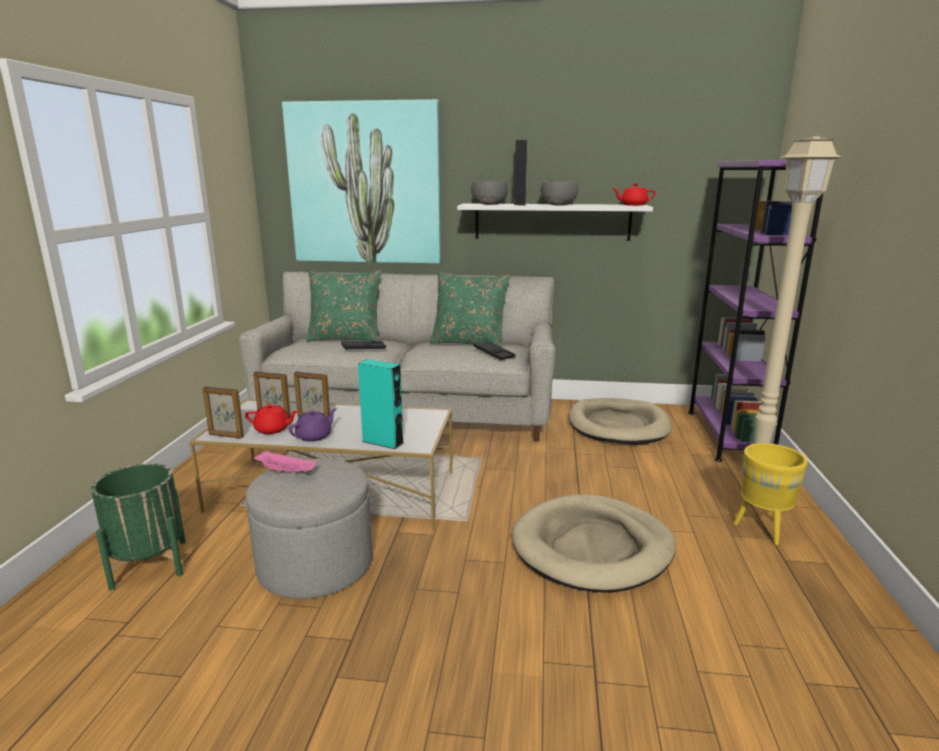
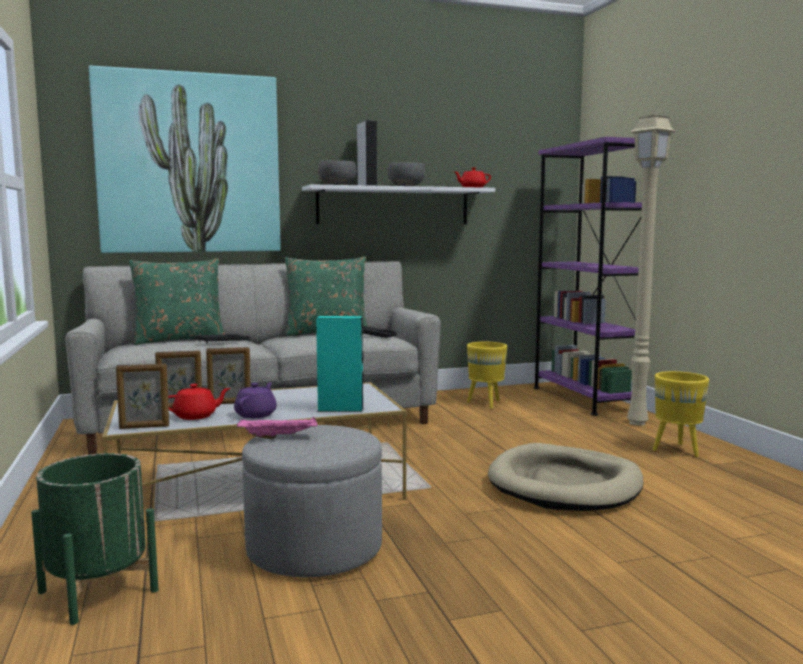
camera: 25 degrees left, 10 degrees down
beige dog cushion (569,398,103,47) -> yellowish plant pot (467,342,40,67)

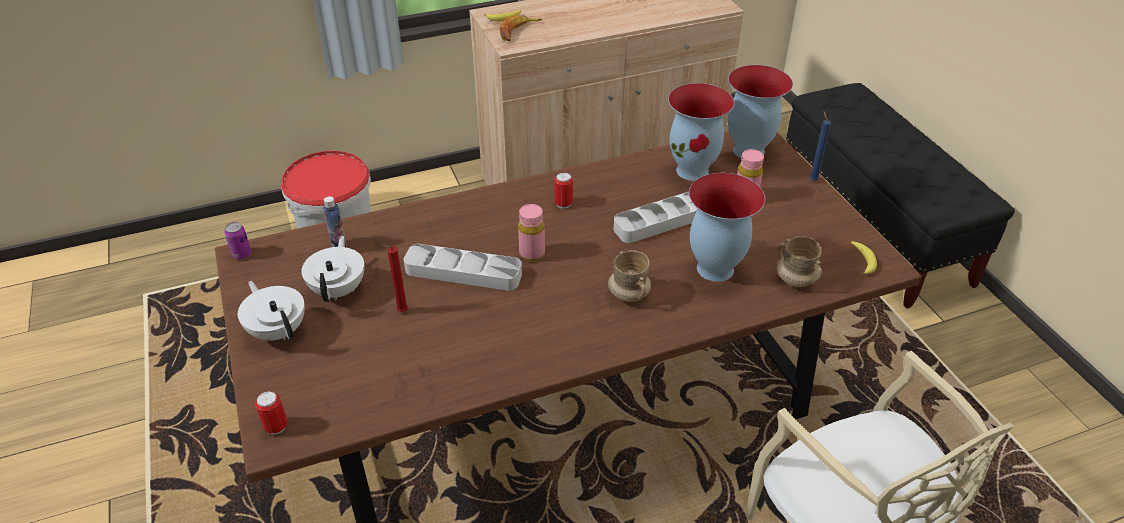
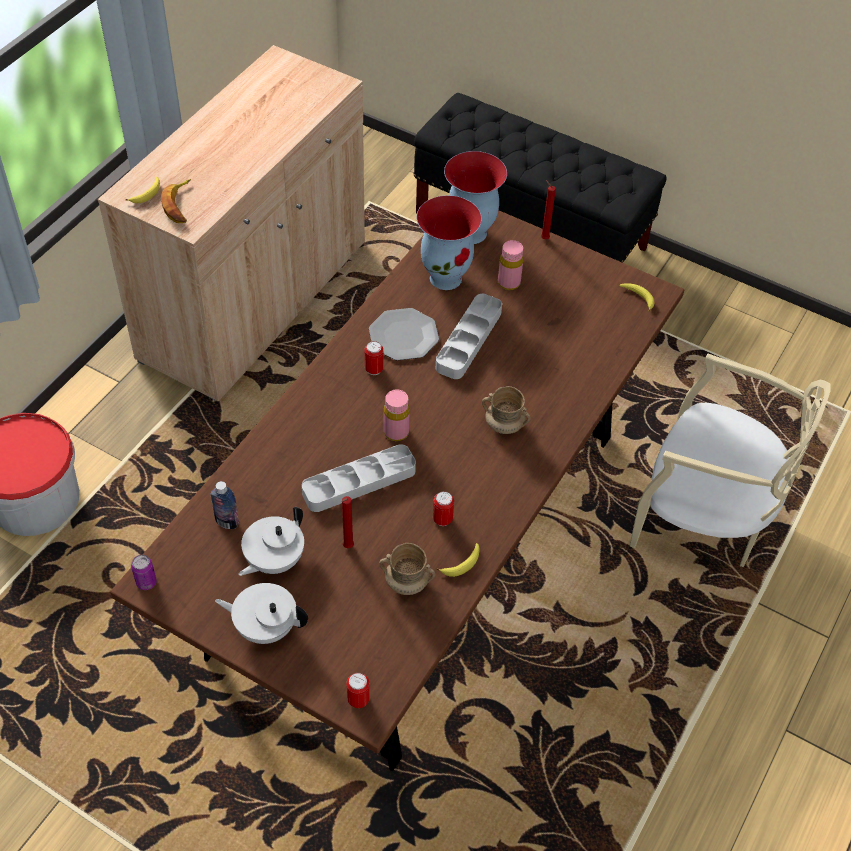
camera: 40 degrees left, 10 degrees up
white pot for tea (301,236,63,66) -> white pot for tea (239,507,65,69), 105 degrees counterclockwise
flower vase (689,173,76,109) -> none
beige tea mug (776,236,47,51) -> beige tea mug (379,543,57,52), relocated
bluish wax light (809,111,22,70) -> red wax light (541,180,15,59)
none -> plate (369,308,70,53)
none -> can (433,491,21,35)
none -> whole banana (436,543,44,34)

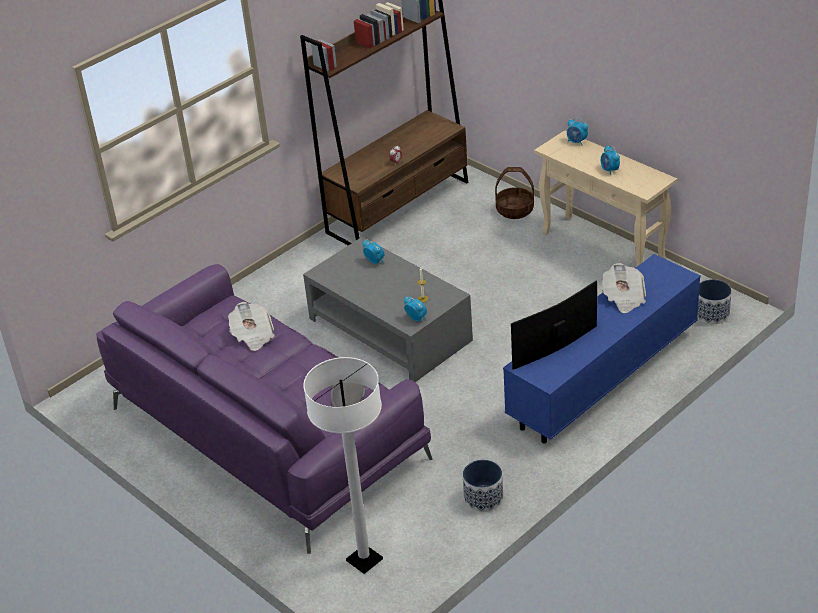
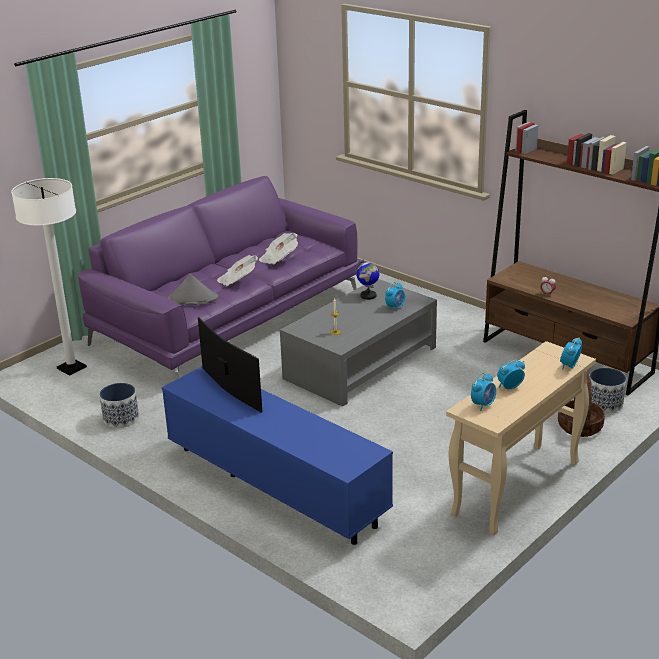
camera: 85 degrees right, 10 degrees down
alarm clock (404,297,23,25) -> alarm clock (471,373,25,38), relocated
printed paper (602,263,44,50) -> printed paper (217,255,41,31), relocated
plant pot (697,279,35,45) -> plant pot (590,368,36,45), relocated
none -> desk globe (356,259,23,41)

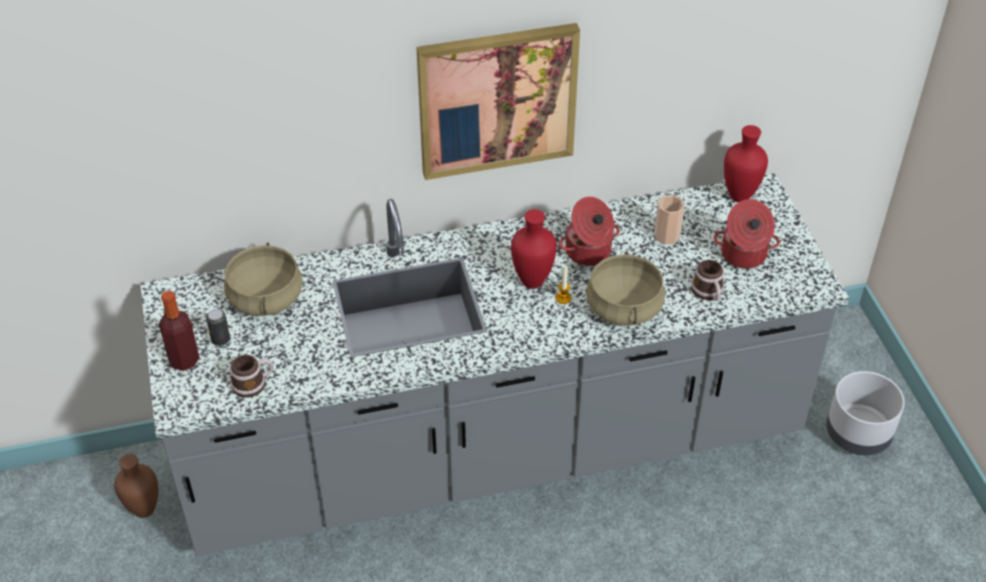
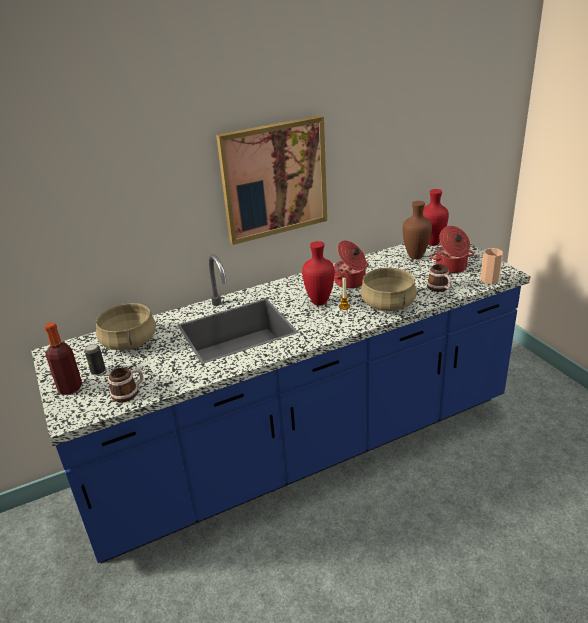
camera: 10 degrees left, 15 degrees down
brown flower vase (114,454,45,64) -> brown flower vase (403,201,29,58), relocated
greyish counter (140,173,709,383) -> bluish counter (31,243,499,320)
cup (654,195,31,50) -> cup (480,248,23,36), relocated
greyish plant pot (826,371,79,84) -> none

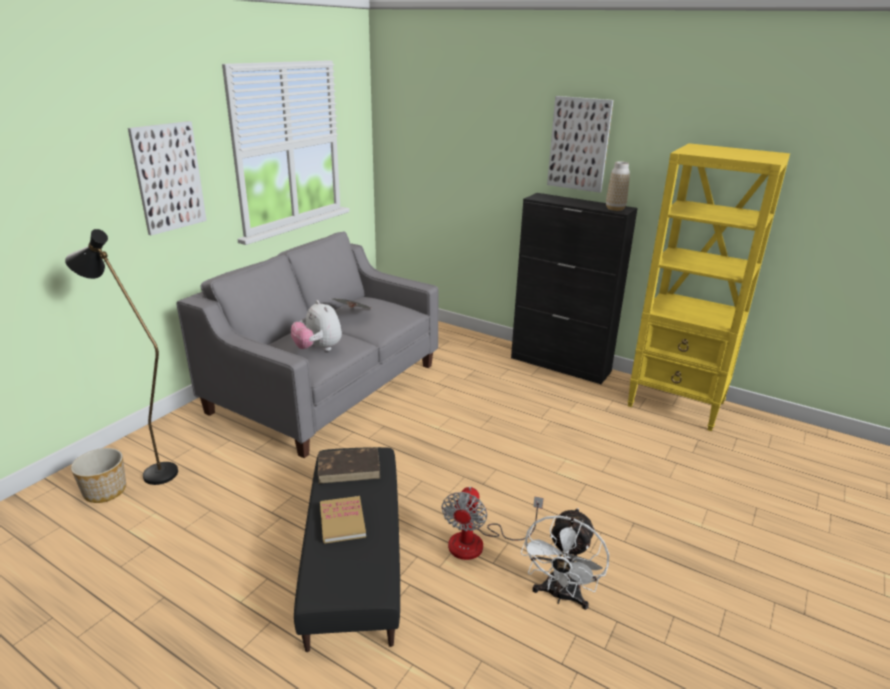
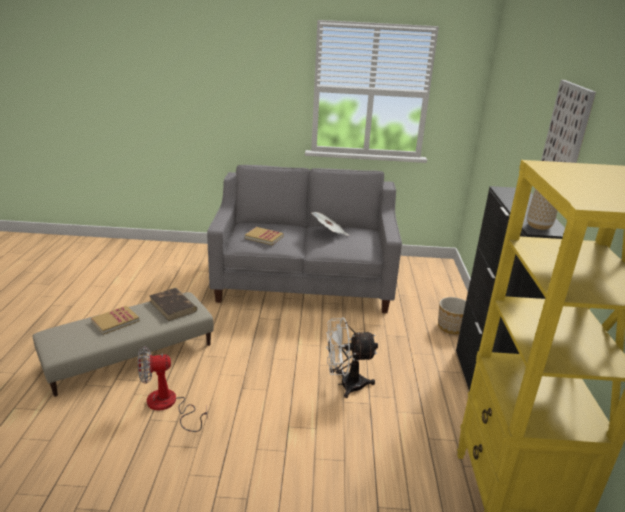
camera: 60 degrees right, 0 degrees up
blackish standing lamp (65,229,113,256) -> none
plant pot (71,448,55,55) -> plant pot (438,297,28,37), relocated
wall art (128,121,79,114) -> none
plush toy (291,300,51,51) -> volume (245,227,39,18)
blackish pouffe (294,447,106,205) -> beige pouffe (33,292,181,105)
white electric fan (521,508,88,102) -> white electric fan (326,317,52,81), relocated

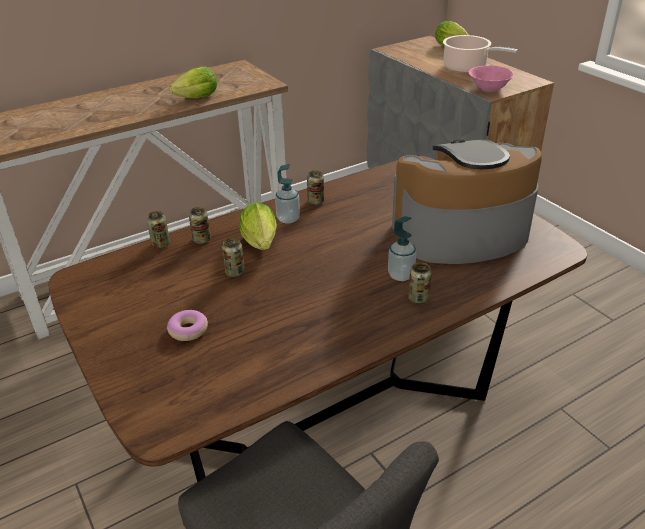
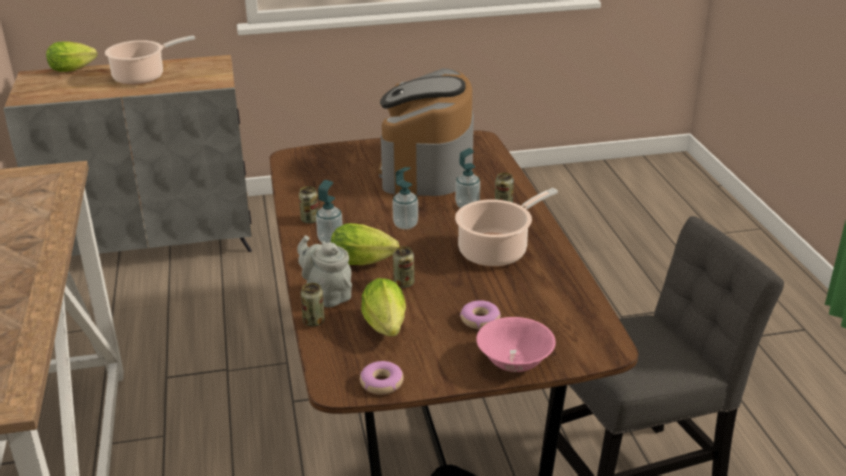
camera: 70 degrees left, 5 degrees down
head of lettuce (169,66,48,32) -> head of lettuce (361,278,45,59), relocated
can (189,207,22,37) -> greyish pot for tea (297,236,55,72)
pink deep dish (469,66,45,26) -> pink deep dish (476,317,80,55), relocated
none -> donut (360,361,44,34)
none -> soap dispenser (392,167,26,63)
none -> saucepot (455,188,103,79)

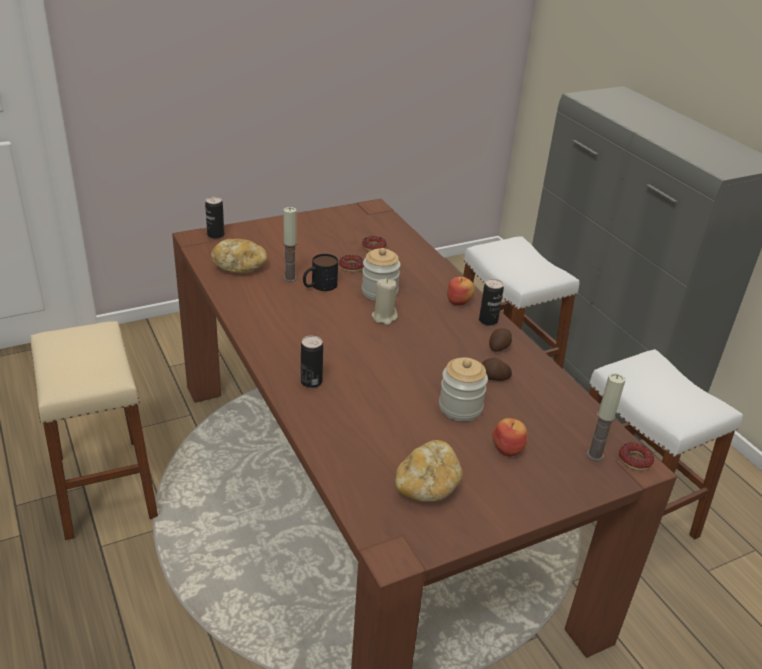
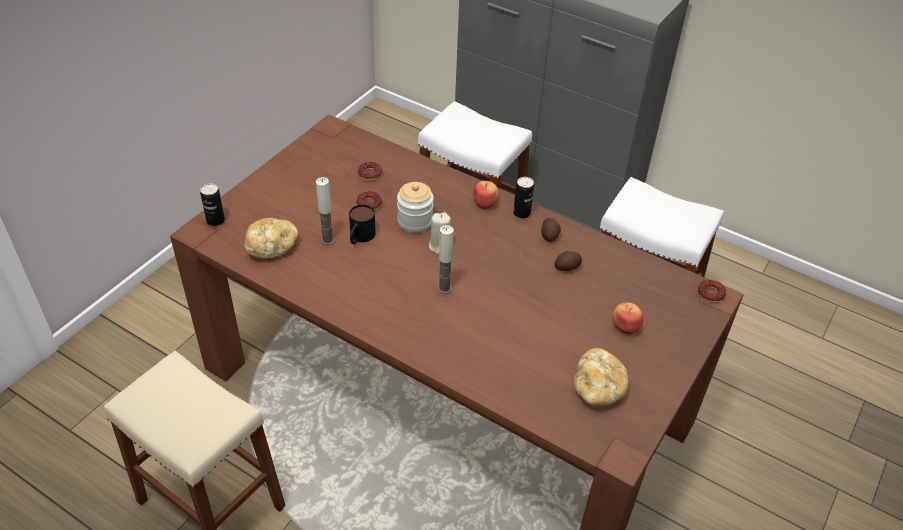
camera: 30 degrees left, 10 degrees up
can (301,336,22,52) -> none
jar (439,357,49,64) -> none
wax light (586,373,39,88) -> wax light (437,225,16,69), relocated

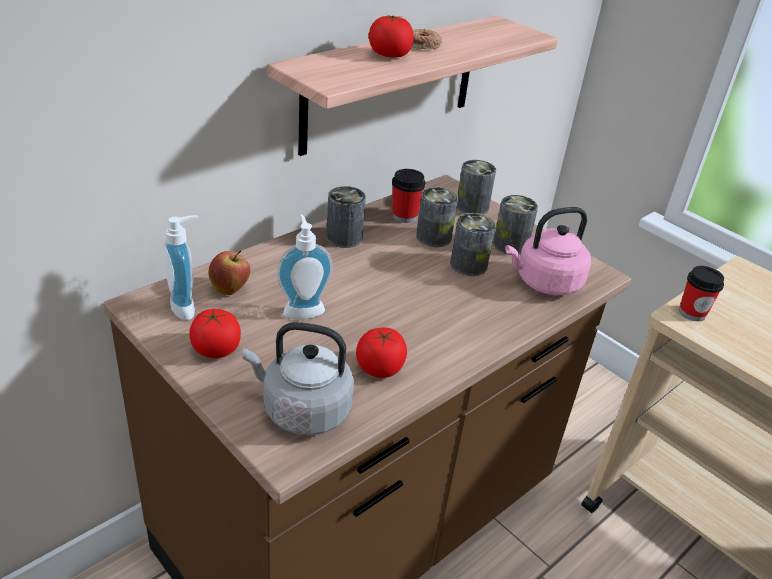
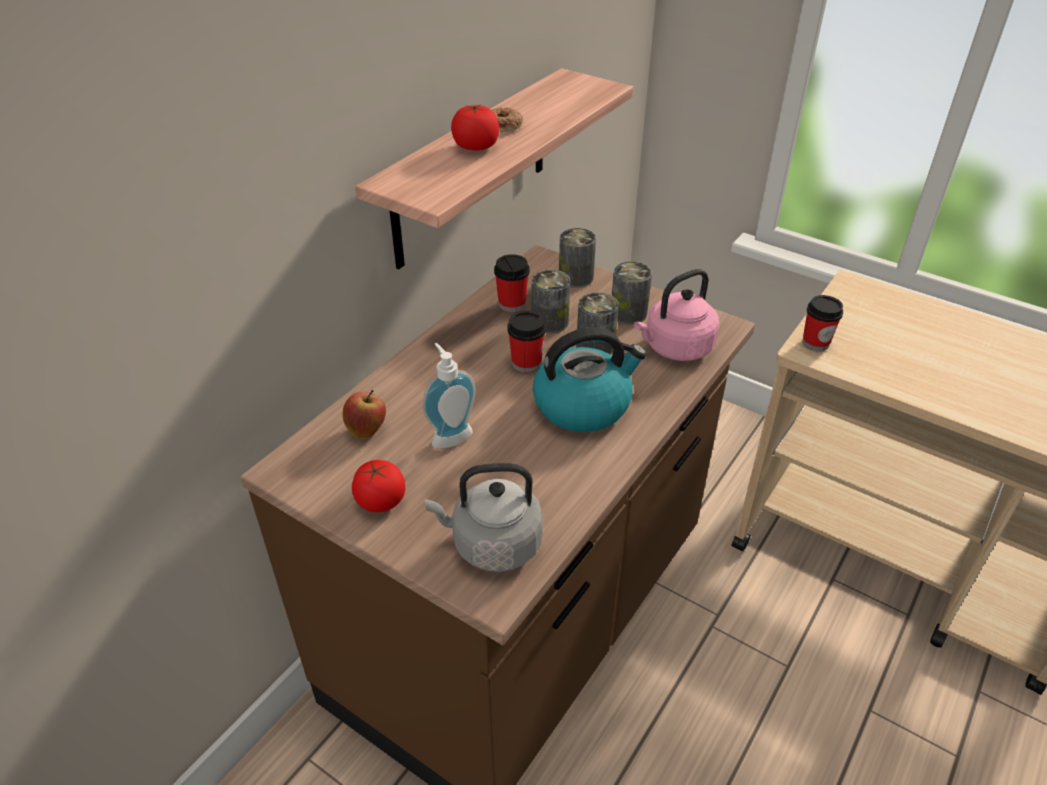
camera: 10 degrees left, 5 degrees up
soap dispenser (164,215,34,105) -> none
can (326,186,40,62) -> none
fresh tomato (356,328,51,50) -> none
none -> cup (507,311,39,62)
none -> kettle (533,327,114,105)

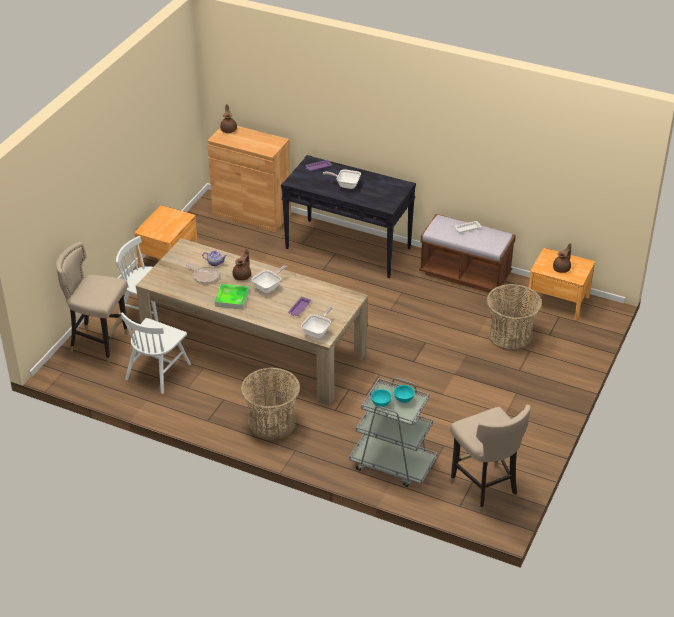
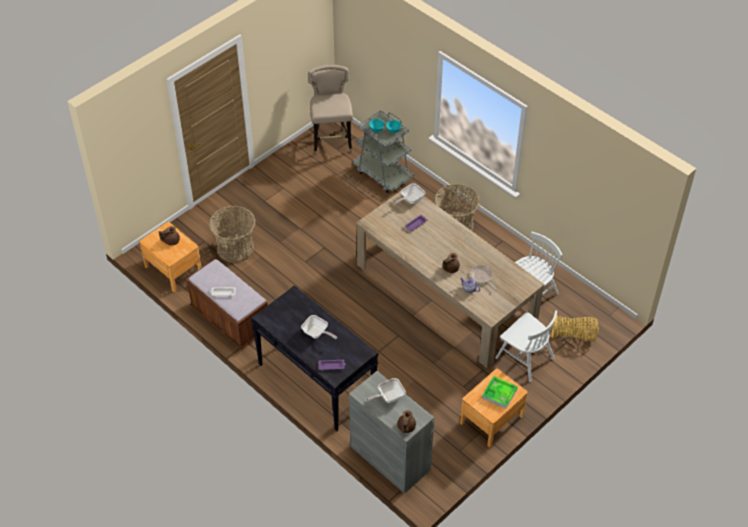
camera: 160 degrees left, 10 degrees up
beige sitting stool (56,242,72,122) -> basket (552,315,47,26)
brown storage cabinet (207,126,84,106) -> greyish storage cabinet (349,371,86,123)
carrying tray (215,284,35,25) -> carrying tray (482,376,36,33), relocated
frying pan (252,265,36,28) -> frying pan (366,378,40,25), relocated

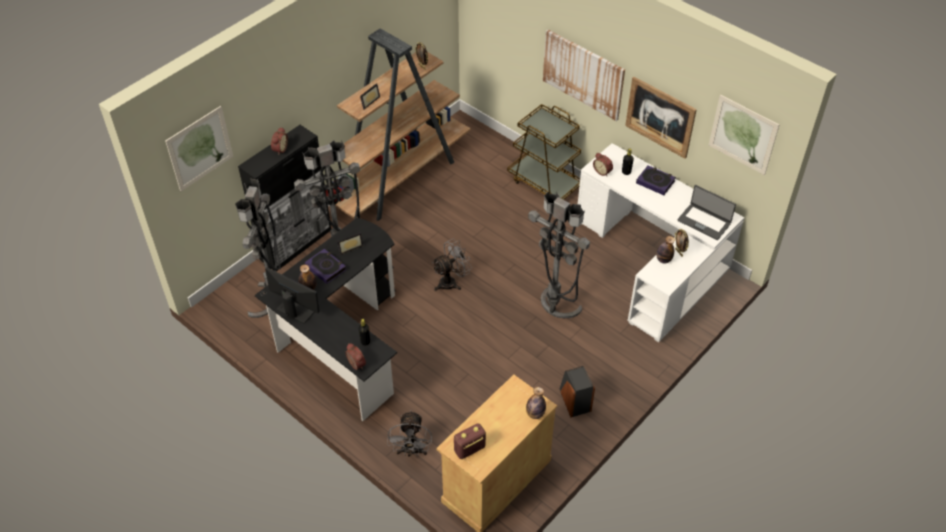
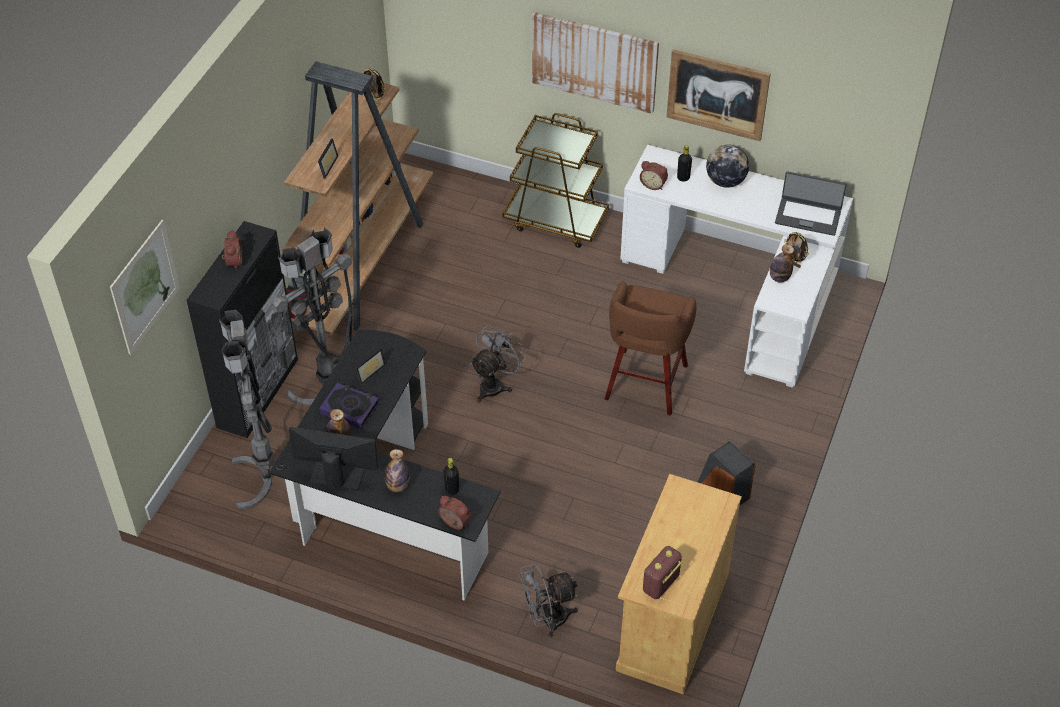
camera: 20 degrees left, 0 degrees up
greyish electric fan (387,411,45,46) -> greyish electric fan (519,564,59,74), 90 degrees clockwise
drink bottle (526,387,20,32) -> drink bottle (385,449,25,43), relocated
greyish standing lamp (528,191,62,127) -> brown sitting stool (605,281,91,135)
volume (636,165,40,30) -> desk globe (706,144,43,44)
wall art (709,95,70,80) -> none

